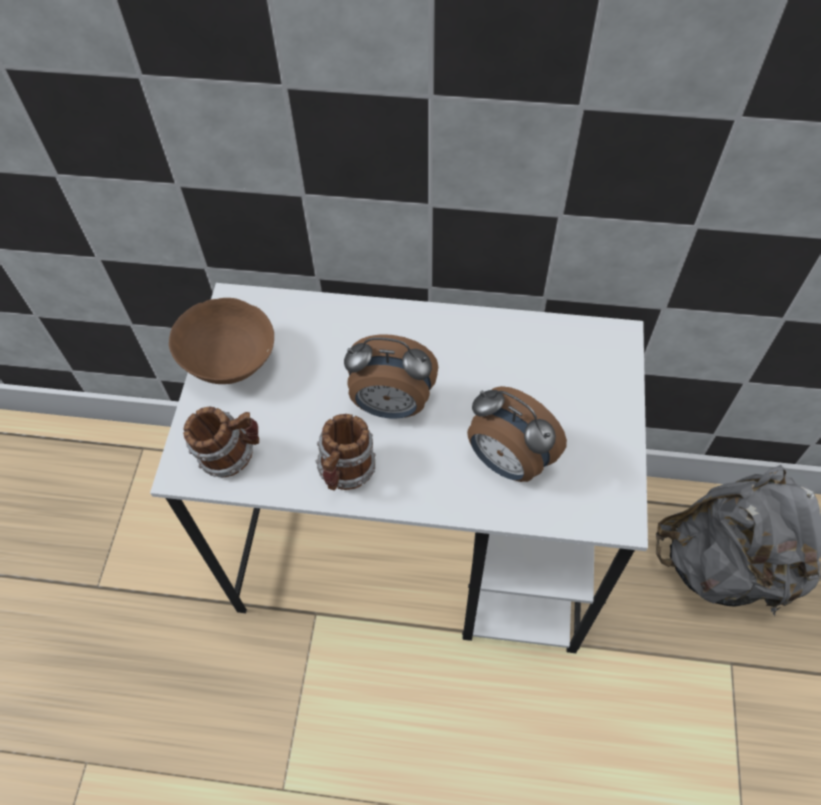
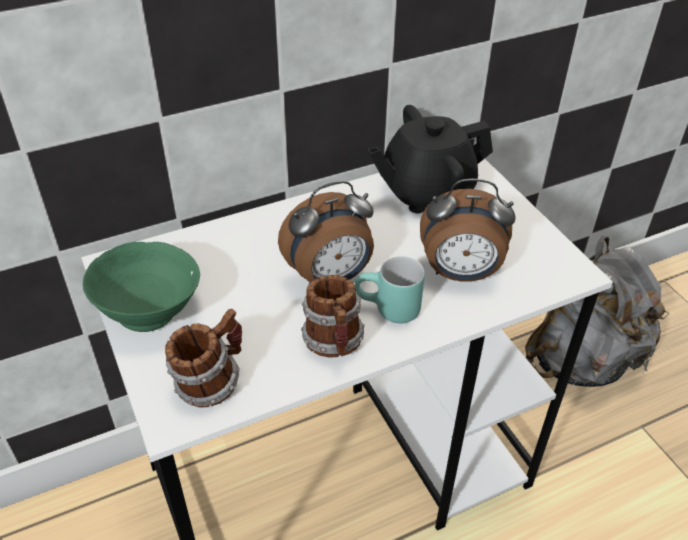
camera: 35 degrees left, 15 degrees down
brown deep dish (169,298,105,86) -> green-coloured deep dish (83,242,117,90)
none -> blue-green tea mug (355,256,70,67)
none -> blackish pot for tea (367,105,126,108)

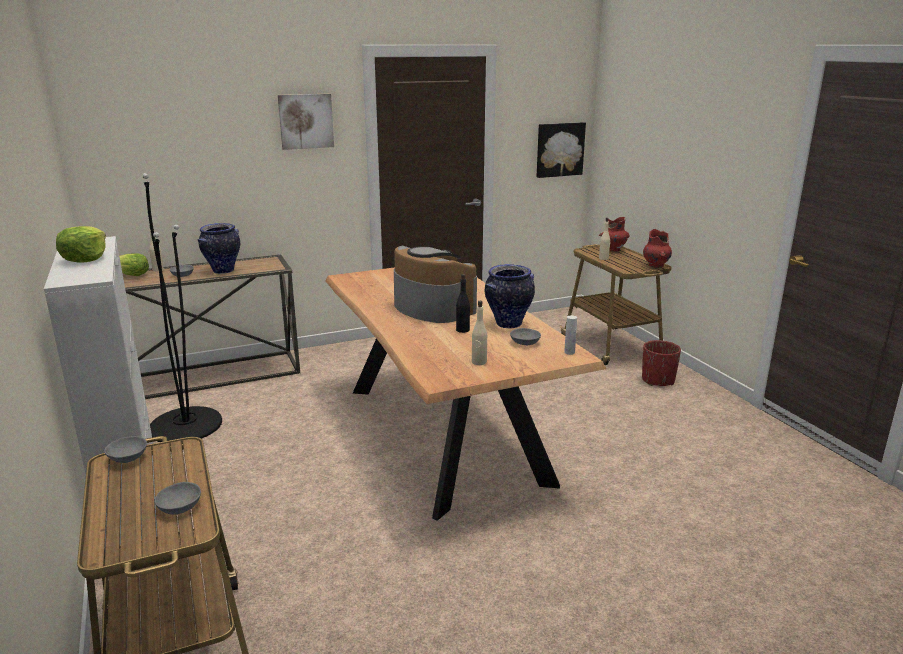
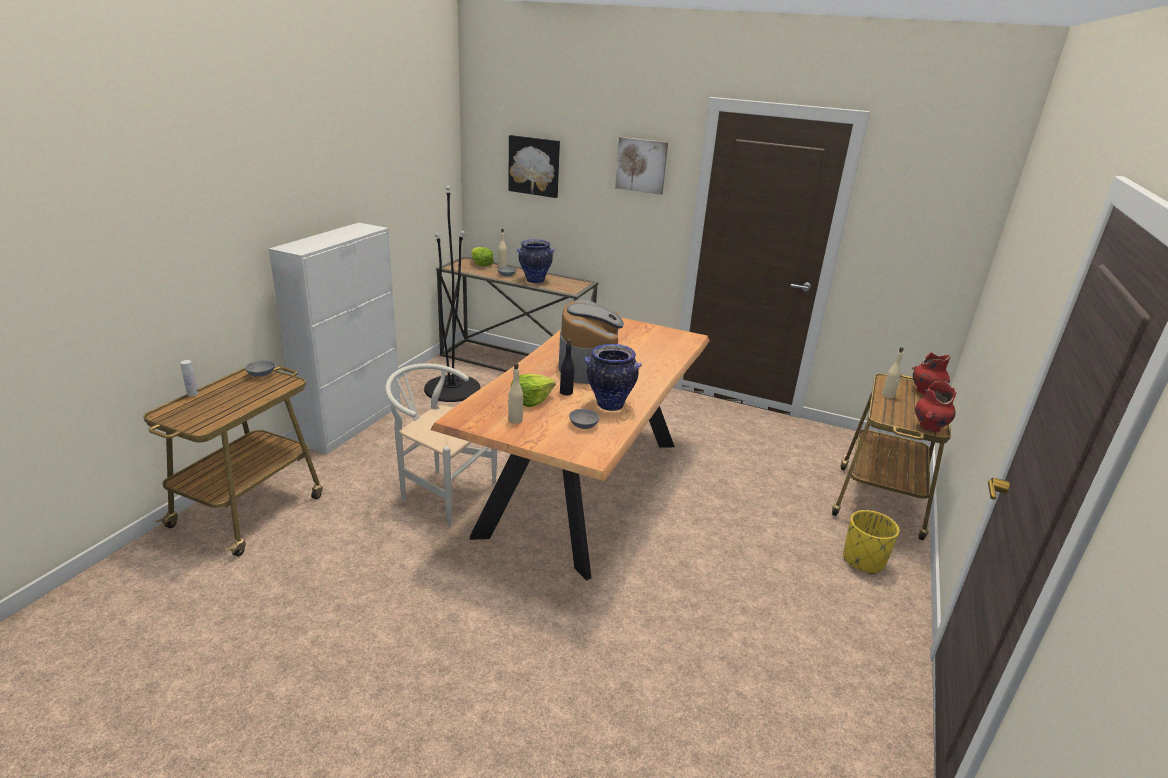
camera: 45 degrees right, 5 degrees up
head of lettuce (56,226,50,37) -> head of lettuce (511,374,45,33), relocated
greyish deep dish (155,482,46,33) -> none
wall art (537,122,49,56) -> wall art (508,135,52,63), relocated
white drink bottle (564,315,13,40) -> white drink bottle (180,360,18,36), relocated
red plant pot (642,340,39,46) -> yellowish plant pot (843,510,57,64)
none -> white upright chair (385,363,112,164)

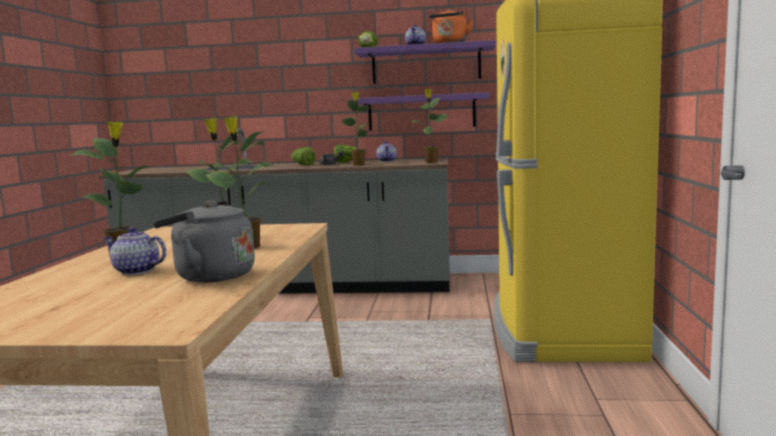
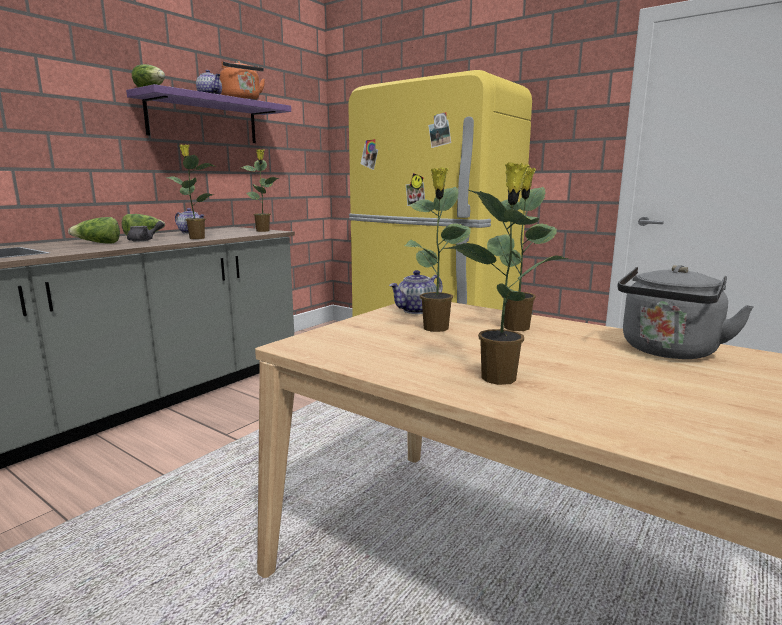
camera: 60 degrees left, 5 degrees up
pot for tea (103,227,63,48) -> pot for tea (389,270,54,44), relocated
purple shelf (350,92,140,39) -> none

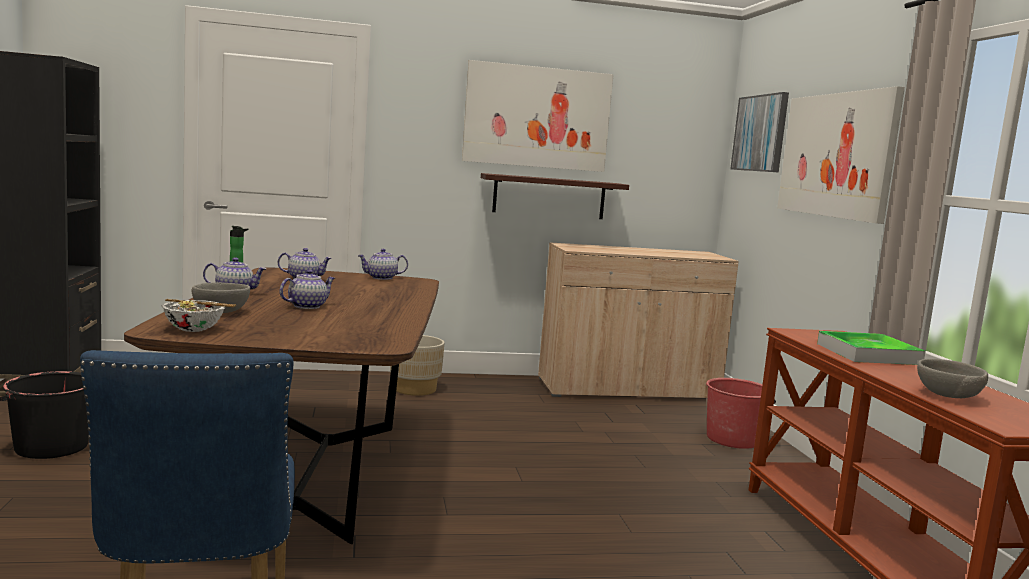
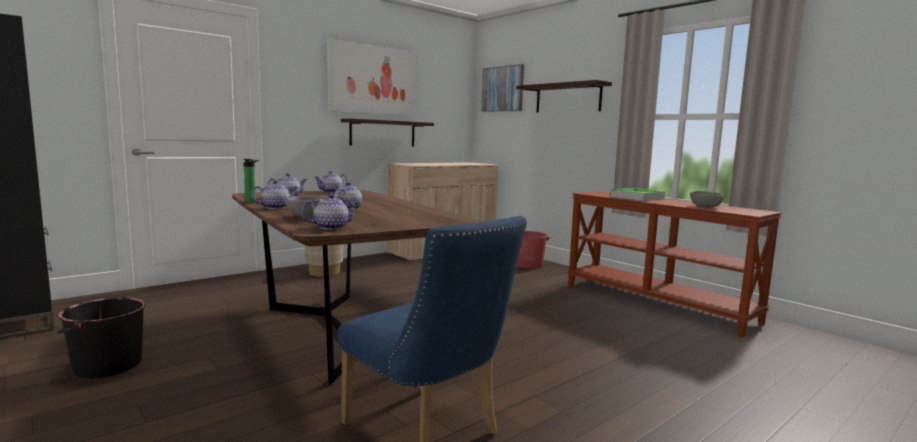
camera: 30 degrees left, 0 degrees up
deep dish (162,299,74,33) -> pot for tea (301,194,58,36)
wall art (777,86,128,138) -> shelf (516,80,96,32)

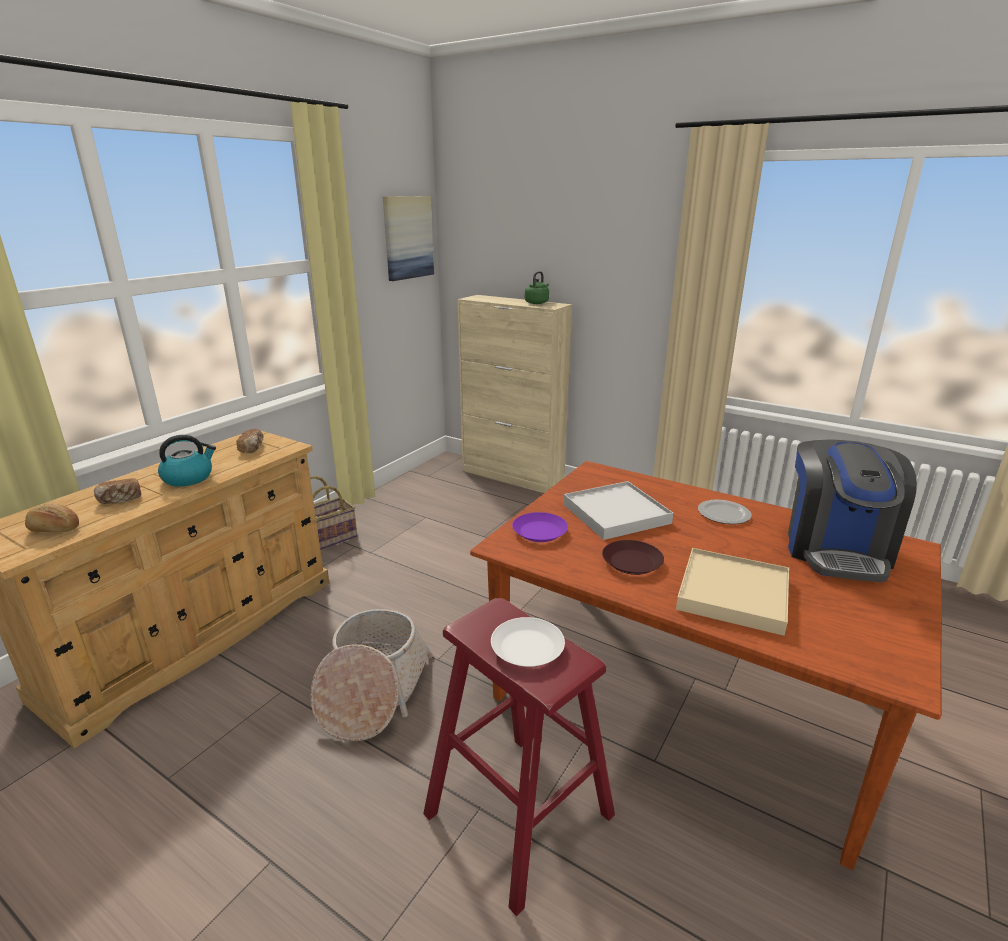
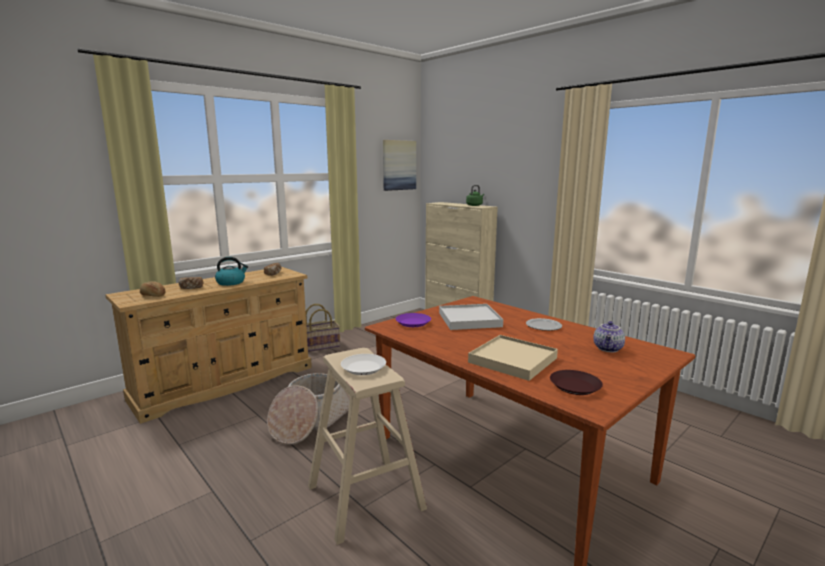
camera: 15 degrees right, 10 degrees down
red sitting stool (423,598,192,318) -> beige sitting stool (308,348,119,197)
brown plate (602,540,62,35) -> brown plate (550,370,53,25), relocated
coffee machine (788,440,129,142) -> pot for tea (593,321,32,31)

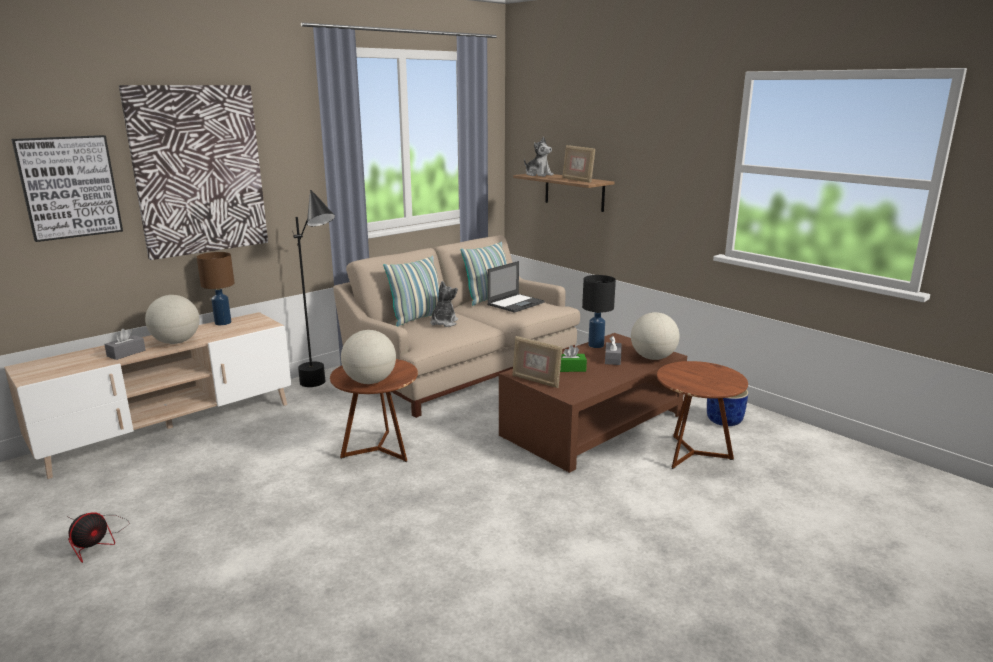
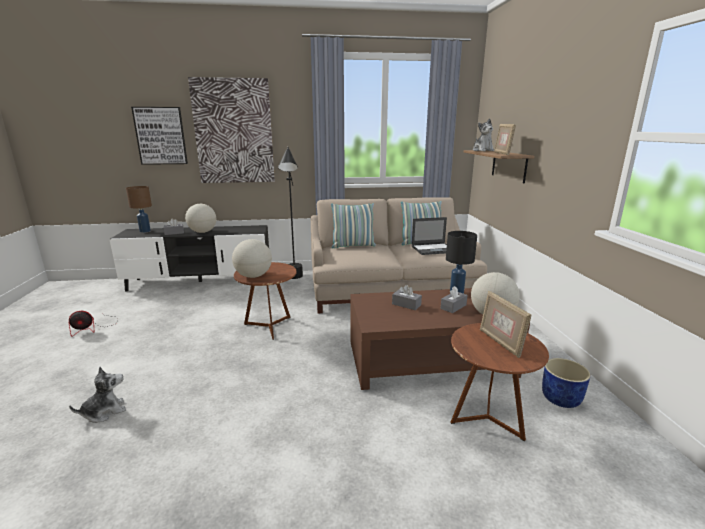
camera: 35 degrees right, 0 degrees up
beige tv stand (4,312,287,167) -> blackish tv stand (110,225,159,66)
brown lamp for a table (197,252,38,73) -> brown lamp for a table (126,186,26,47), relocated
plush toy (430,281,28,46) -> plush toy (69,367,57,56), relocated
picture frame (512,336,50,52) -> picture frame (480,291,51,67), relocated
green-coloured box of tissues (560,345,27,27) -> greyish box of tissues (392,285,30,25)

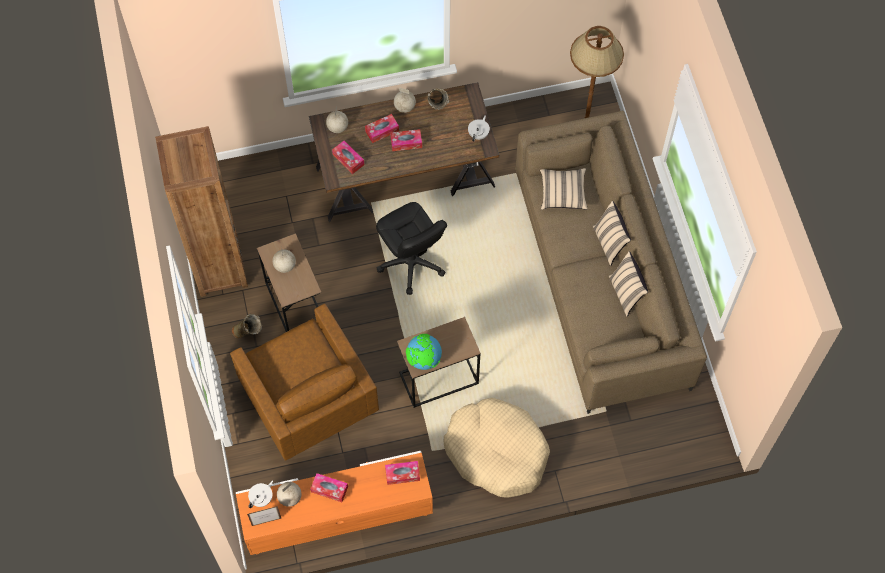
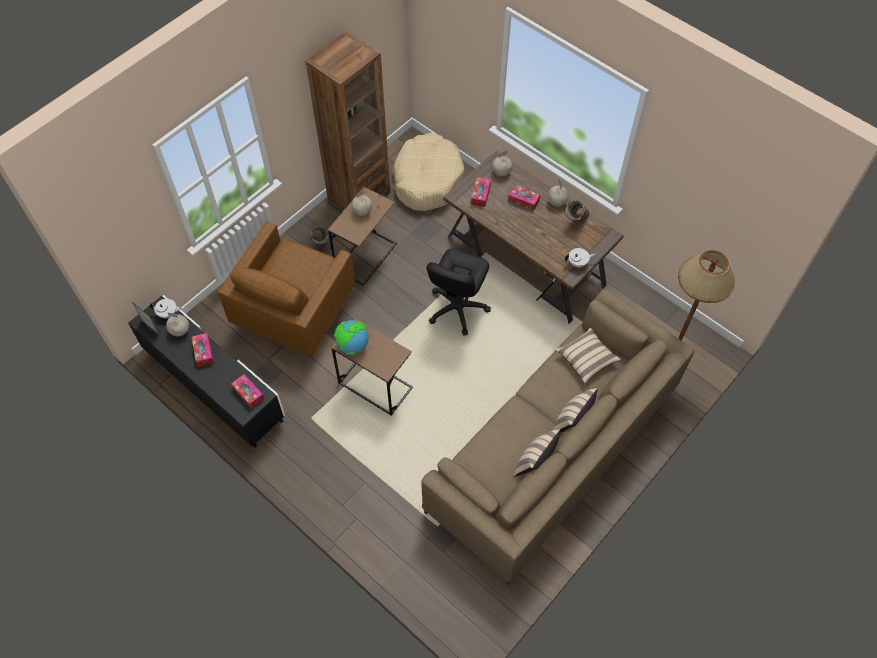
camera: 55 degrees right, 5 degrees down
orangey tv stand (236,451,197,104) -> blackish tv stand (128,295,157,153)
box of tissues (390,129,32,22) -> none
beige dog cushion (444,398,106,100) -> beige dog cushion (393,132,72,79), relocated

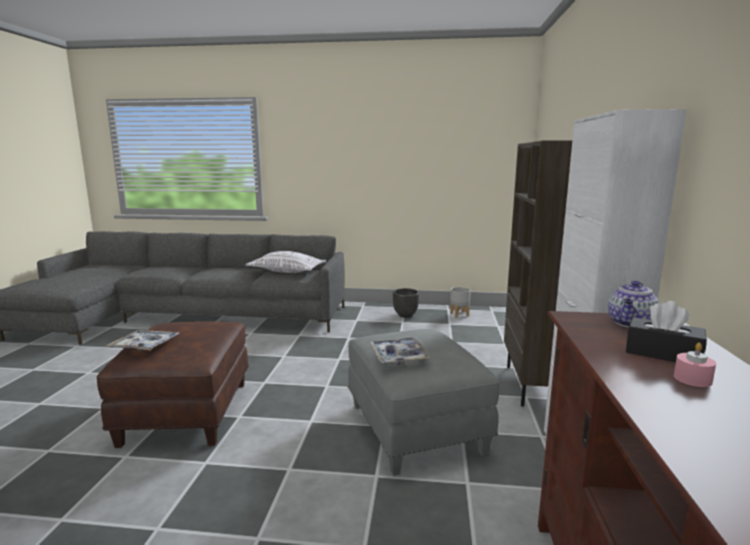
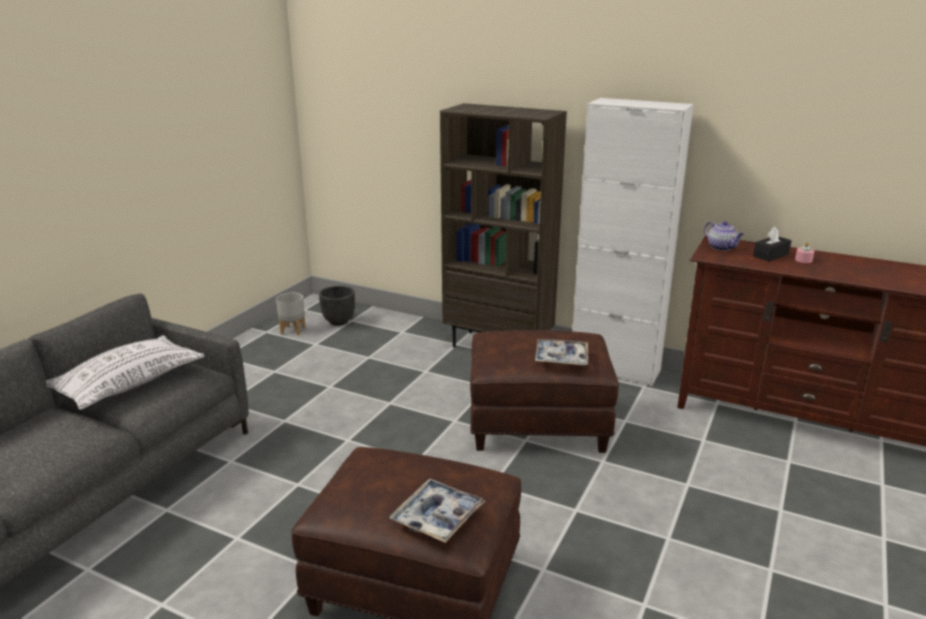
camera: 70 degrees left, 10 degrees up
greyish pouffe (348,329,152,147) -> brown pouffe (470,330,149,123)
blackish plant pot (393,288,26,29) -> blackish plant pot (319,286,36,40), relocated

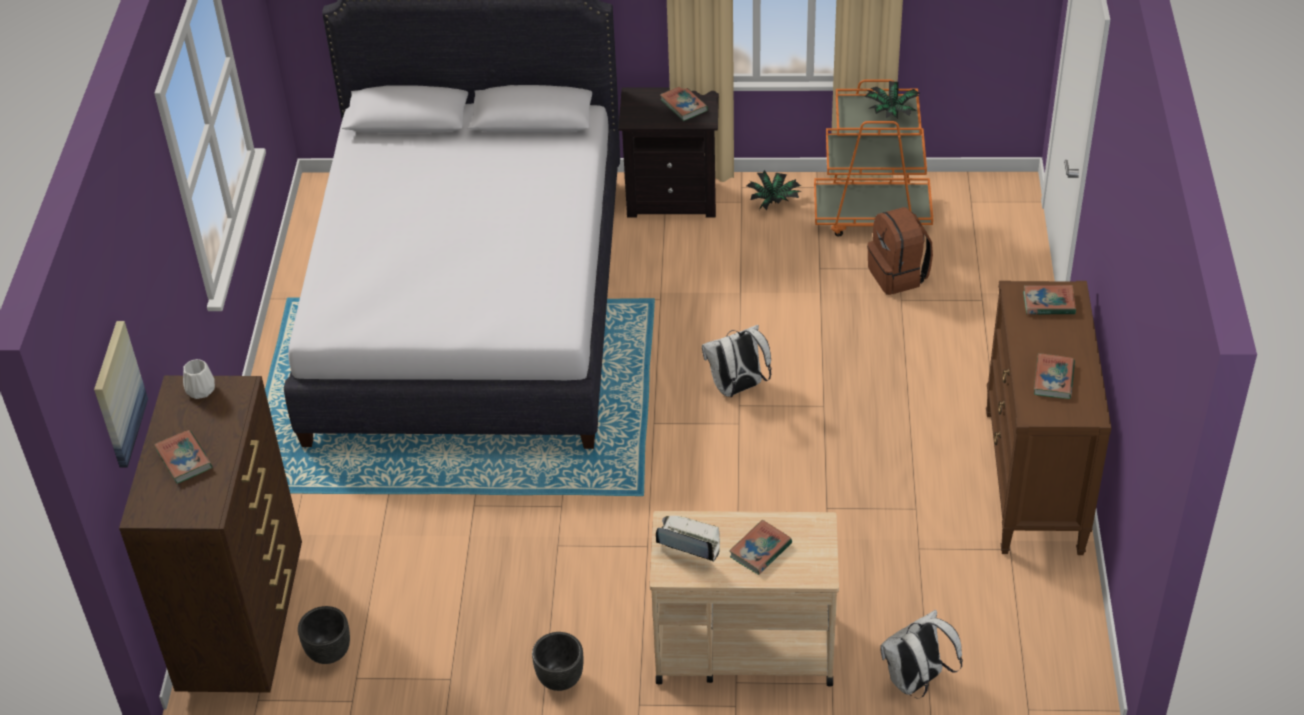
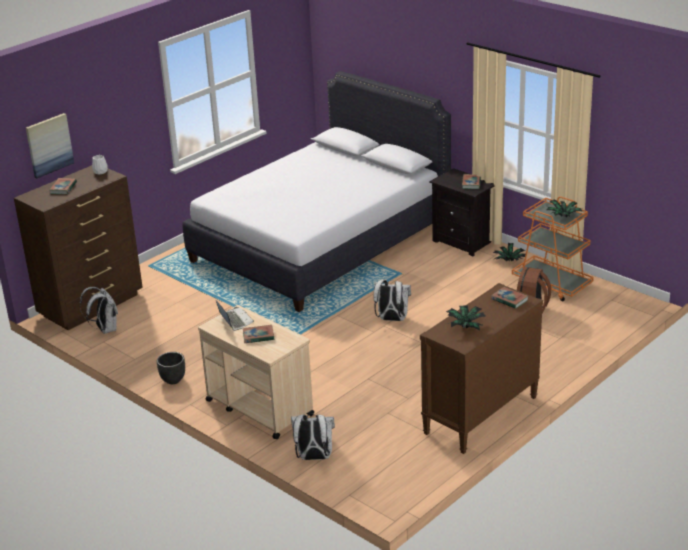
camera: 40 degrees right, 15 degrees down
blackish plant pot (298,606,52,58) -> white knapsack (80,287,38,47)
volume (1034,353,41,46) -> plant in a pot (446,305,39,25)

